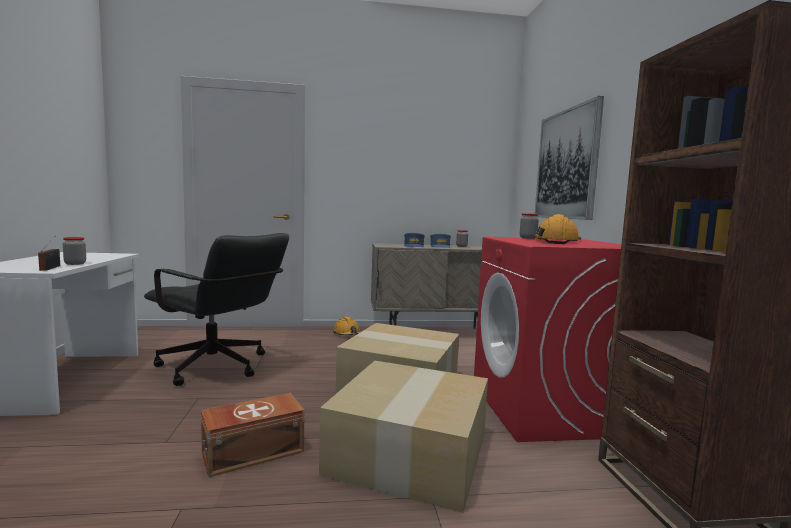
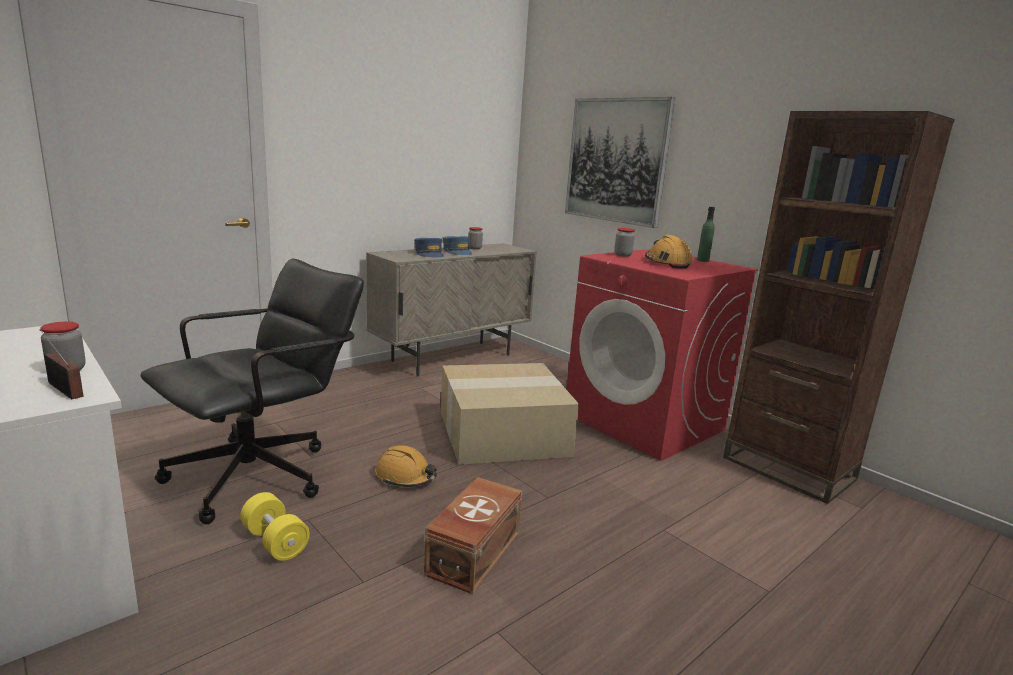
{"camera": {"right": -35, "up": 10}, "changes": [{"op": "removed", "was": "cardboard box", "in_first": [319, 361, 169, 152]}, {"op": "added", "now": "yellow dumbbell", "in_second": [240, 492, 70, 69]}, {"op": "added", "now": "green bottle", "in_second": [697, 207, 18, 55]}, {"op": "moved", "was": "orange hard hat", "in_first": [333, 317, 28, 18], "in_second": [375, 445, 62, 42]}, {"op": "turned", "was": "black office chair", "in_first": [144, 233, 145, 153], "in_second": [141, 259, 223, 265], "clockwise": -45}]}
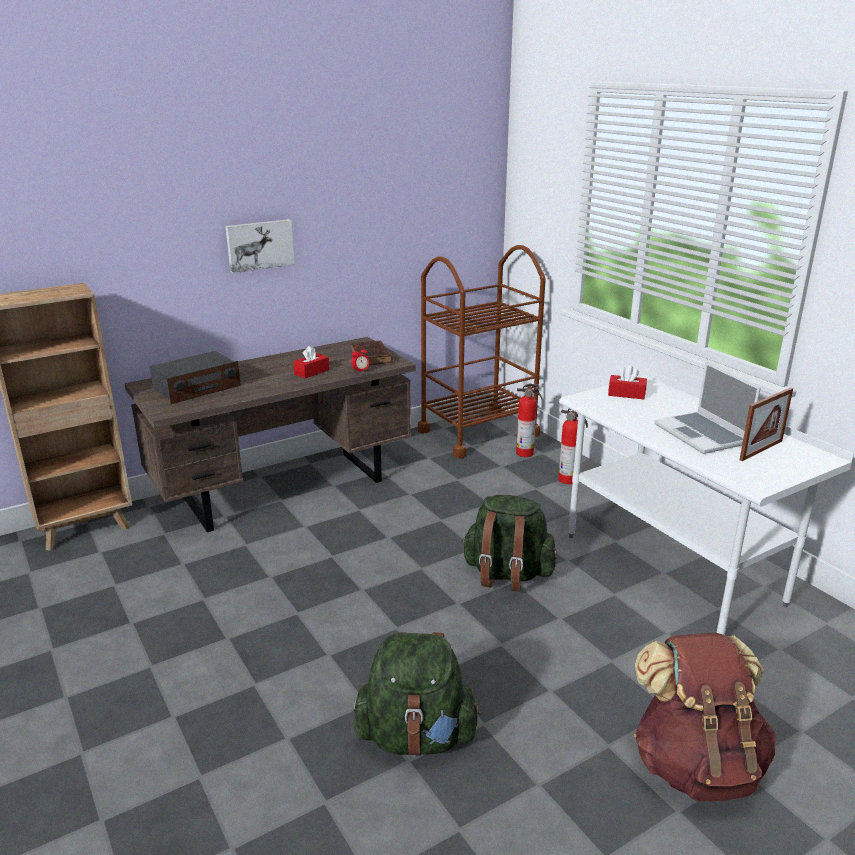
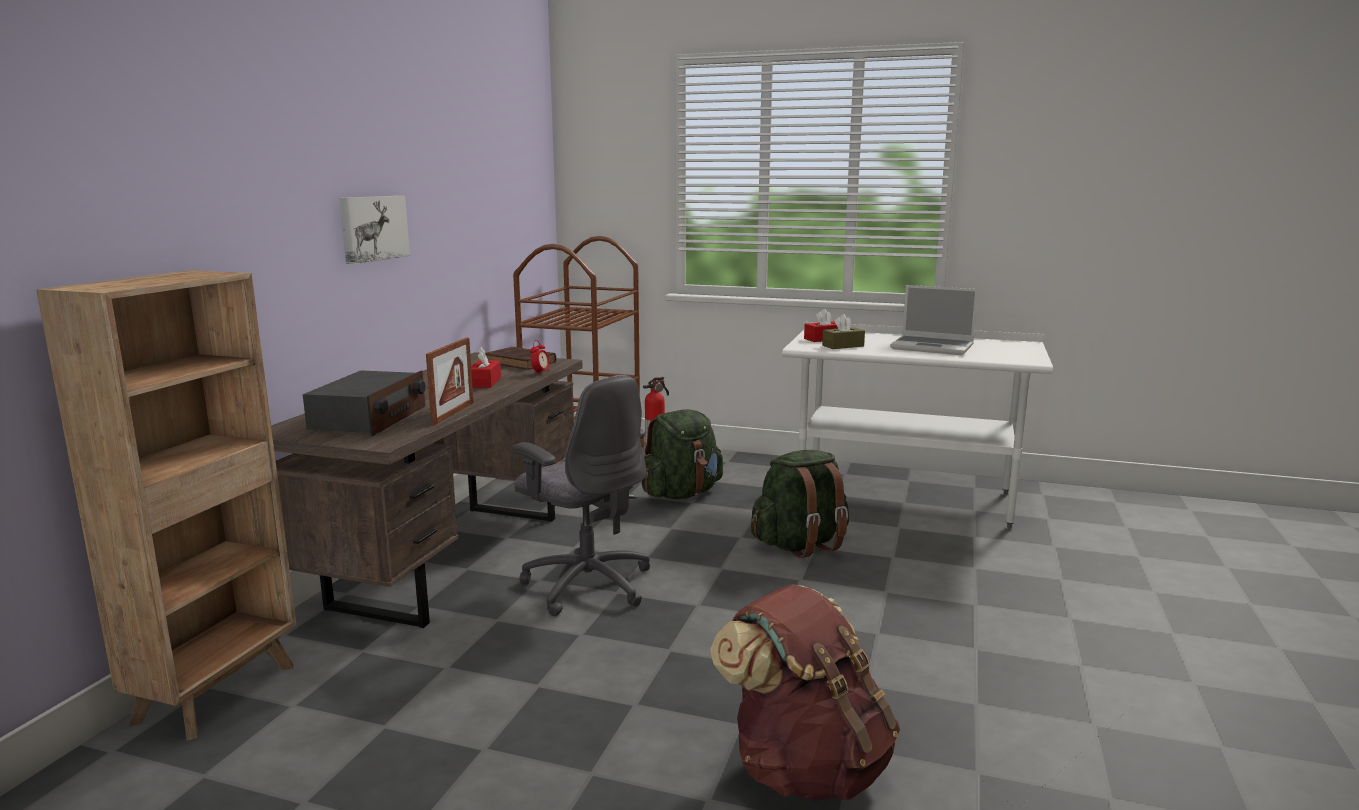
{"camera": {"right": -40, "up": -10}, "changes": [{"op": "removed", "was": "fire extinguisher", "in_first": [558, 409, 30, 75]}, {"op": "added", "now": "grey office chair", "in_second": [512, 375, 138, 241]}, {"op": "added", "now": "brown tissue box", "in_second": [822, 314, 43, 35]}, {"op": "moved", "was": "green backpack", "in_first": [353, 632, 128, 125], "in_second": [642, 409, 81, 90]}, {"op": "moved", "was": "brown backpack", "in_first": [633, 633, 144, 168], "in_second": [710, 584, 190, 217]}, {"op": "moved", "was": "picture frame", "in_first": [740, 387, 53, 74], "in_second": [426, 338, 47, 87]}]}
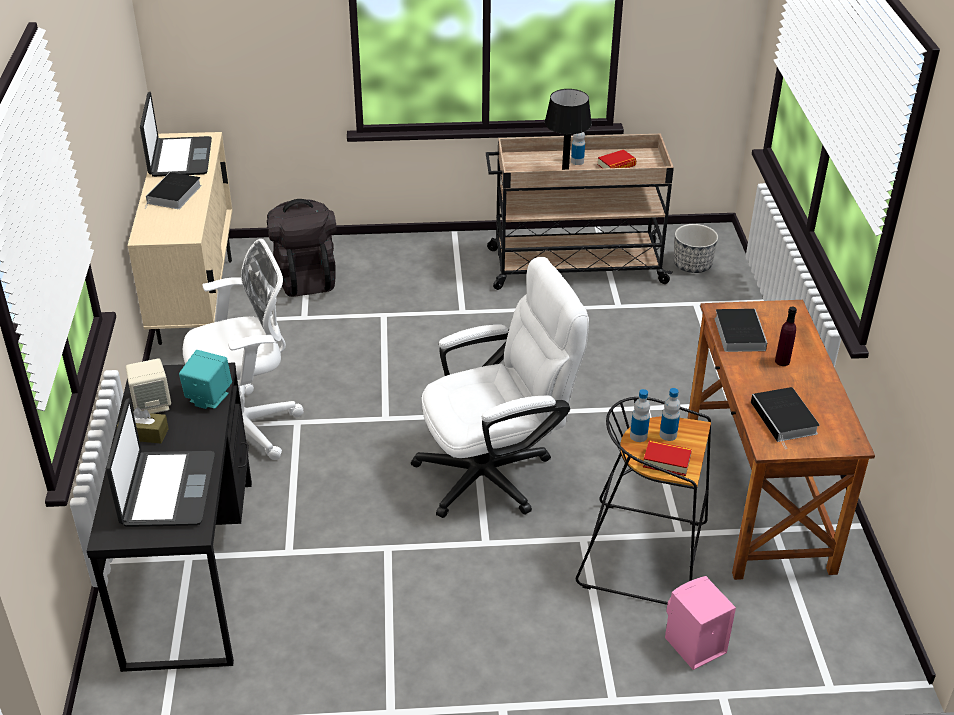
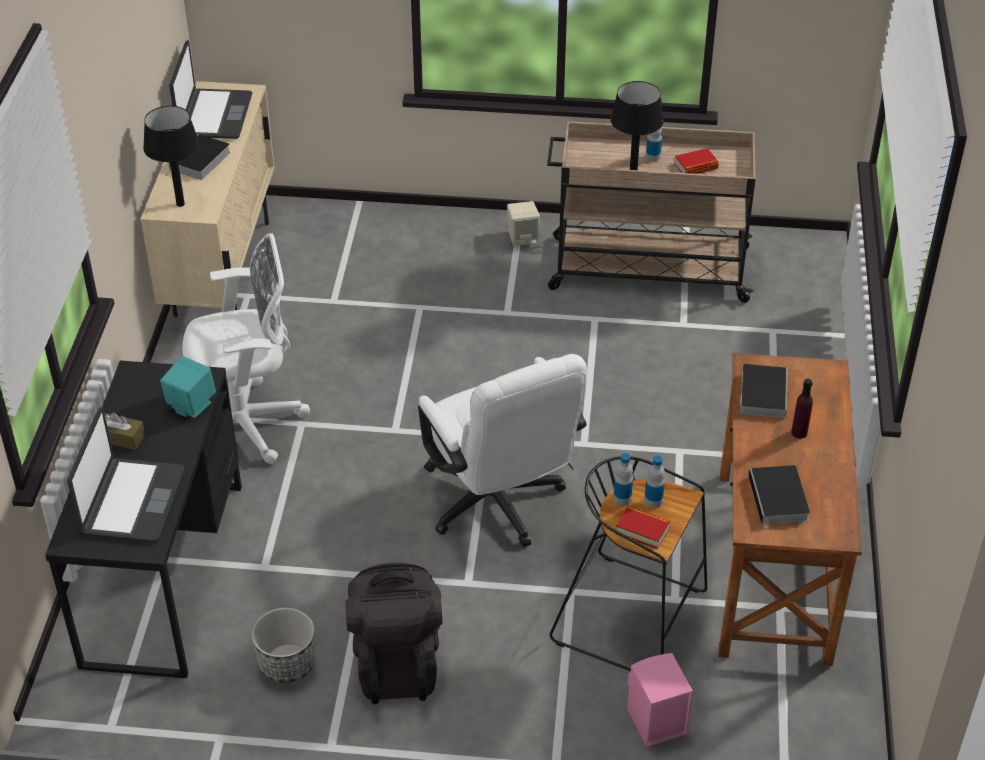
{"camera": {"right": 10, "up": 5}, "changes": [{"op": "added", "now": "black table lamp", "in_second": [143, 106, 56, 101]}, {"op": "moved", "was": "beige speaker", "in_first": [126, 358, 45, 56], "in_second": [507, 201, 33, 45]}, {"op": "moved", "was": "black backpack", "in_first": [267, 199, 70, 98], "in_second": [345, 563, 97, 141]}, {"op": "moved", "was": "planter", "in_first": [674, 224, 44, 49], "in_second": [252, 608, 63, 75]}, {"op": "turned", "was": "white office chair", "in_first": [411, 257, 178, 261], "in_second": [418, 354, 169, 193], "clockwise": 75}]}
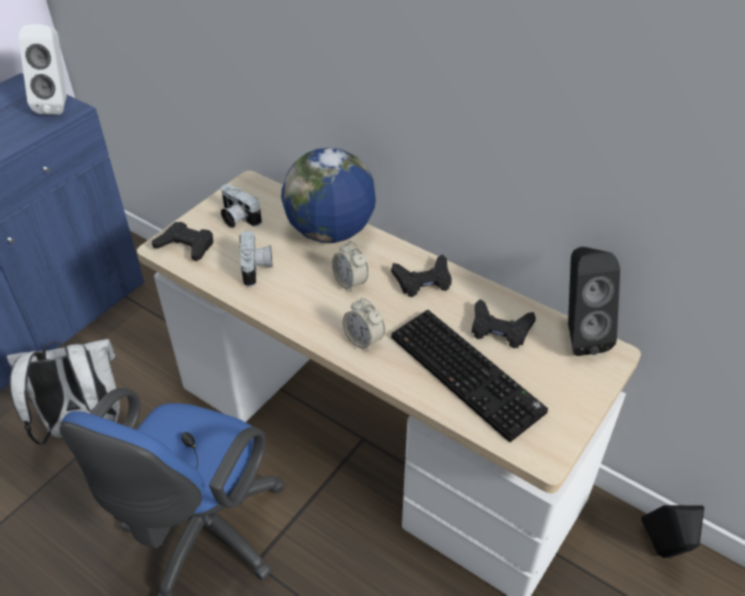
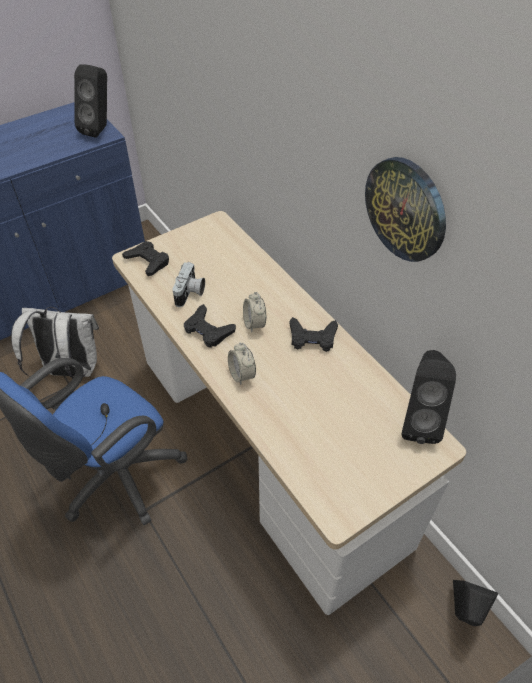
{"camera": {"right": 20, "up": 5}, "changes": [{"op": "removed", "was": "photo camera", "in_first": [221, 184, 41, 44]}, {"op": "removed", "was": "globe", "in_first": [281, 148, 95, 95]}, {"op": "removed", "was": "keyboard", "in_first": [391, 310, 157, 132]}, {"op": "added", "now": "wall clock", "in_second": [365, 157, 81, 105]}, {"op": "moved", "was": "black game controller", "in_first": [472, 299, 64, 49], "in_second": [184, 304, 52, 44]}, {"op": "recoloured", "was": "white speaker", "now": "black speaker", "in_first": [19, 24, 48, 91], "in_second": [74, 64, 33, 74]}]}
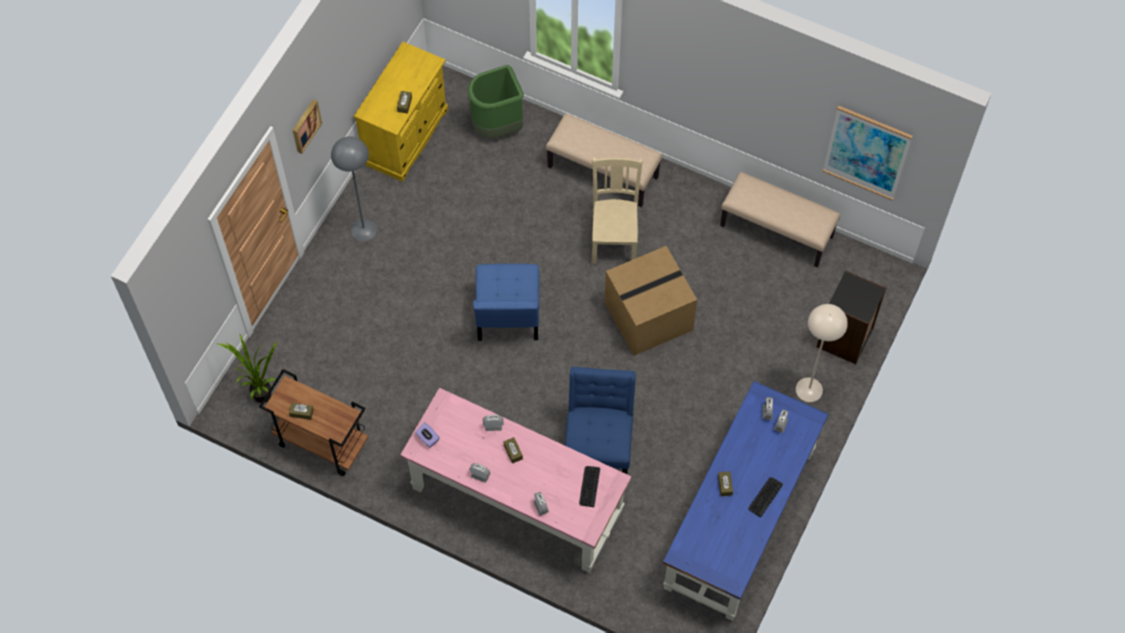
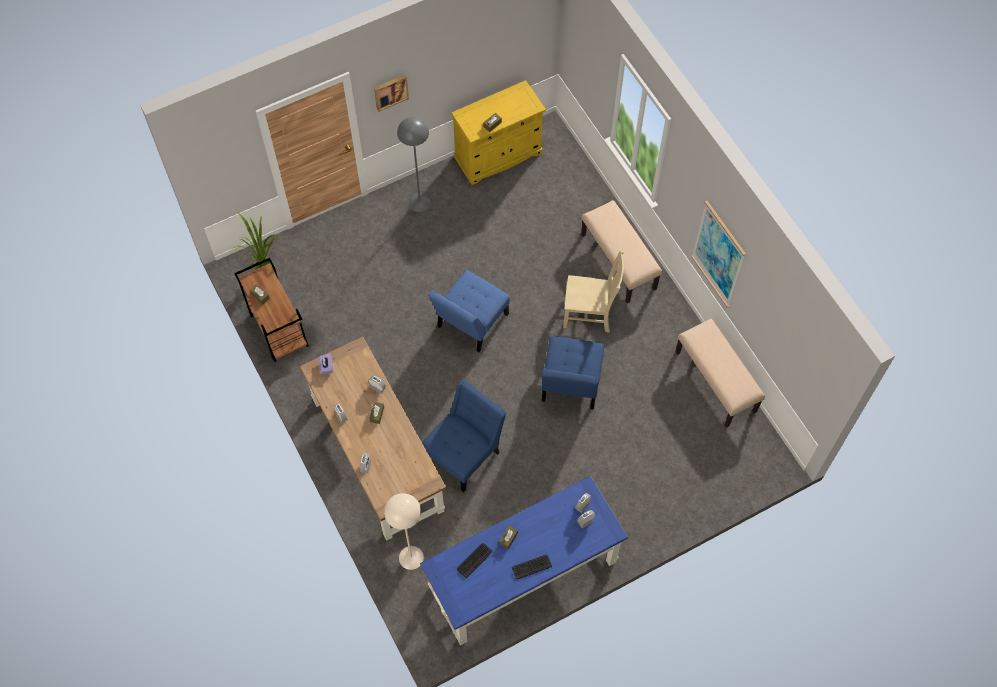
{"camera": {"right": 35, "up": 0}, "changes": [{"op": "removed", "was": "green trash can", "in_first": [468, 65, 56, 74]}, {"op": "removed", "was": "black bookcase", "in_first": [817, 270, 69, 94]}, {"op": "moved", "was": "keyboard", "in_first": [579, 466, 21, 41], "in_second": [457, 543, 35, 35]}, {"op": "moved", "was": "beige floor lamp", "in_first": [796, 304, 52, 98], "in_second": [384, 493, 40, 77]}, {"op": "moved", "was": "picture", "in_first": [822, 106, 91, 95], "in_second": [691, 201, 55, 106]}, {"op": "replaced", "was": "cardboard box", "now": "blue chair", "in_first": [604, 246, 93, 110], "in_second": [542, 336, 62, 73]}, {"op": "recoloured", "was": "pink desk", "now": "brown desk", "in_first": [400, 388, 232, 185], "in_second": [300, 337, 147, 204]}, {"op": "turned", "was": "beige chair", "in_first": [591, 157, 52, 106], "in_second": [563, 250, 61, 83], "clockwise": 60}]}
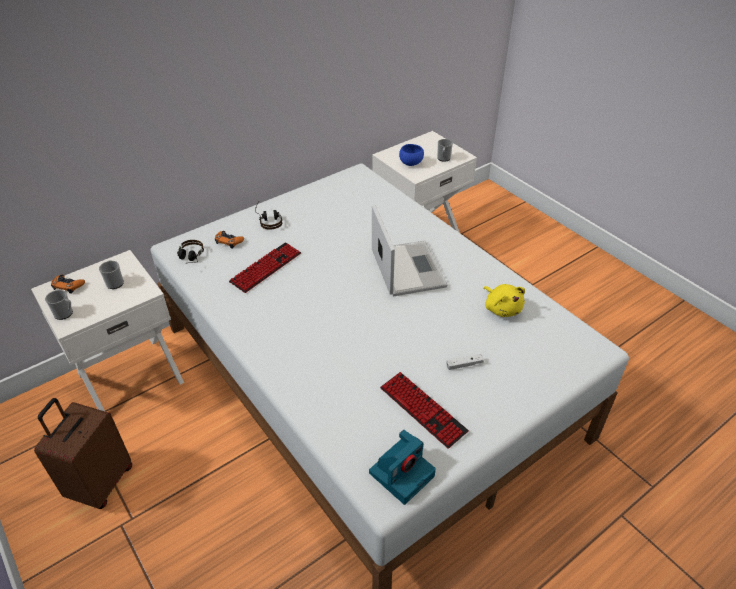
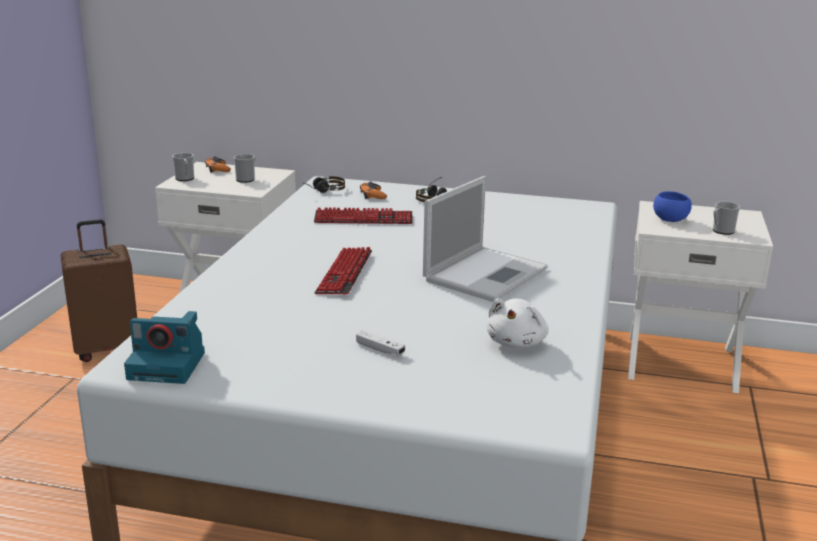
{"camera": {"right": 50, "up": -20}, "changes": [{"op": "moved", "was": "keyboard", "in_first": [380, 372, 89, 77], "in_second": [315, 247, 57, 47]}, {"op": "recoloured", "was": "yellow plush toy", "now": "white plush toy", "in_first": [484, 284, 41, 33], "in_second": [487, 298, 62, 50]}]}
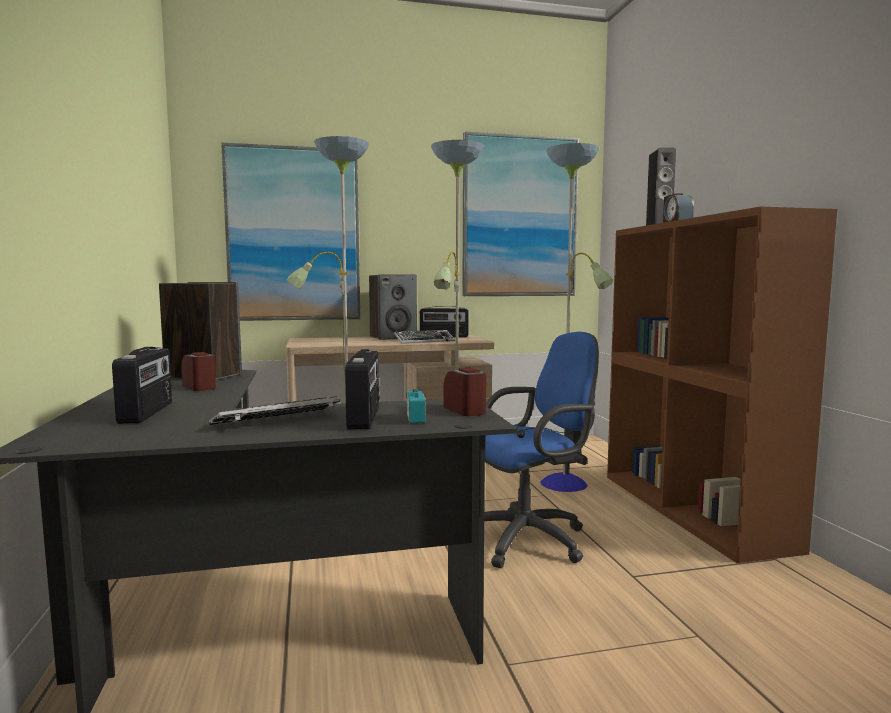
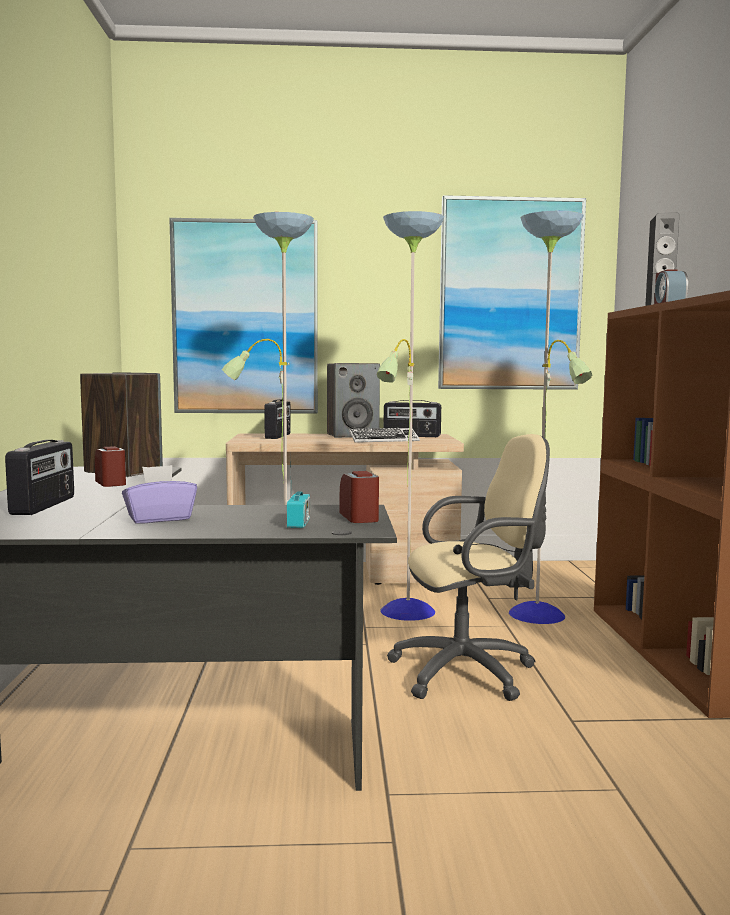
{"camera": {"right": 10, "up": 0}, "changes": [{"op": "moved", "was": "radio", "in_first": [345, 349, 35, 81], "in_second": [264, 399, 27, 40]}, {"op": "replaced", "was": "keyboard", "now": "purple tissue box", "in_first": [209, 396, 131, 29], "in_second": [122, 465, 75, 59]}, {"op": "recoloured", "was": "blue office chair", "now": "beige office chair", "in_first": [484, 332, 115, 236], "in_second": [387, 434, 163, 267]}]}
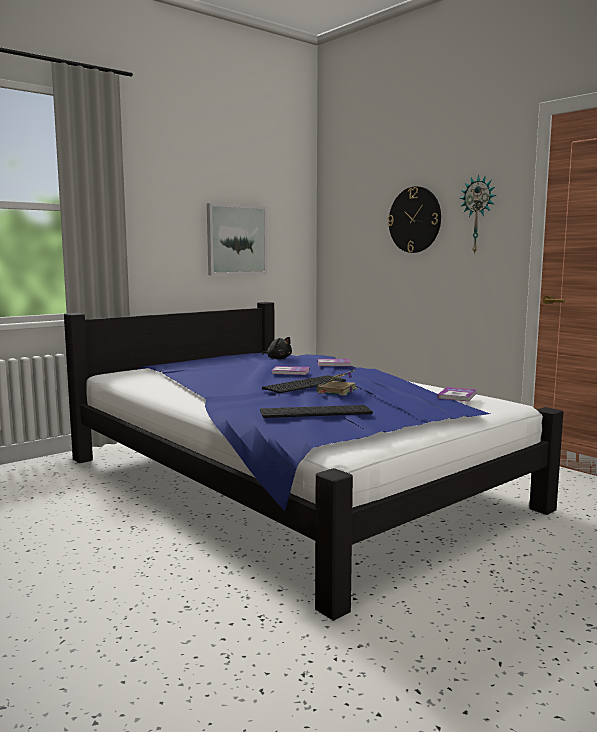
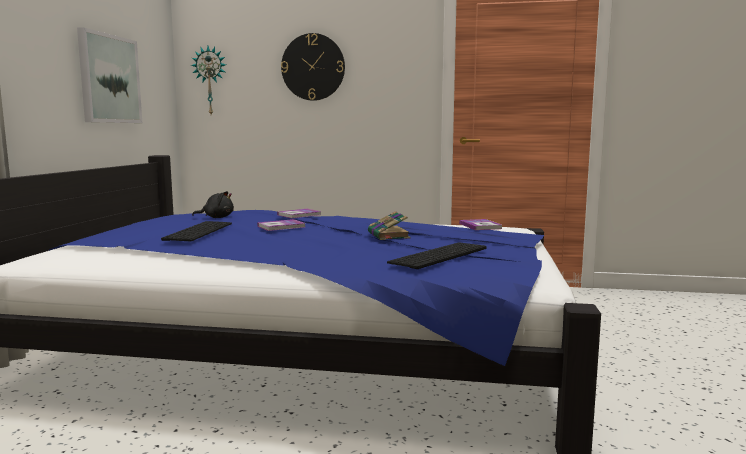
{"camera": {"right": -40, "up": 0}, "changes": [{"op": "moved", "was": "keyboard", "in_first": [262, 375, 84, 18], "in_second": [161, 221, 71, 21]}, {"op": "moved", "was": "wall clock", "in_first": [459, 174, 37, 80], "in_second": [191, 46, 35, 68]}]}
